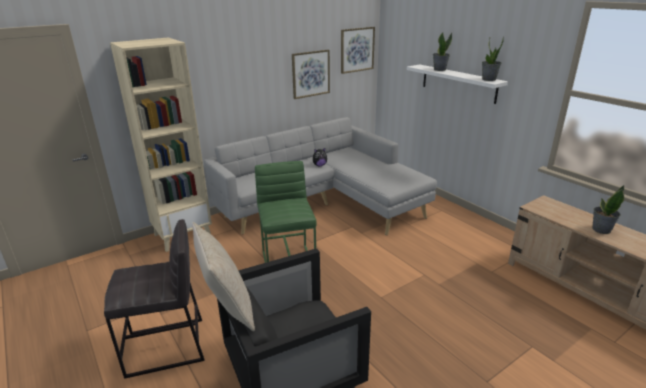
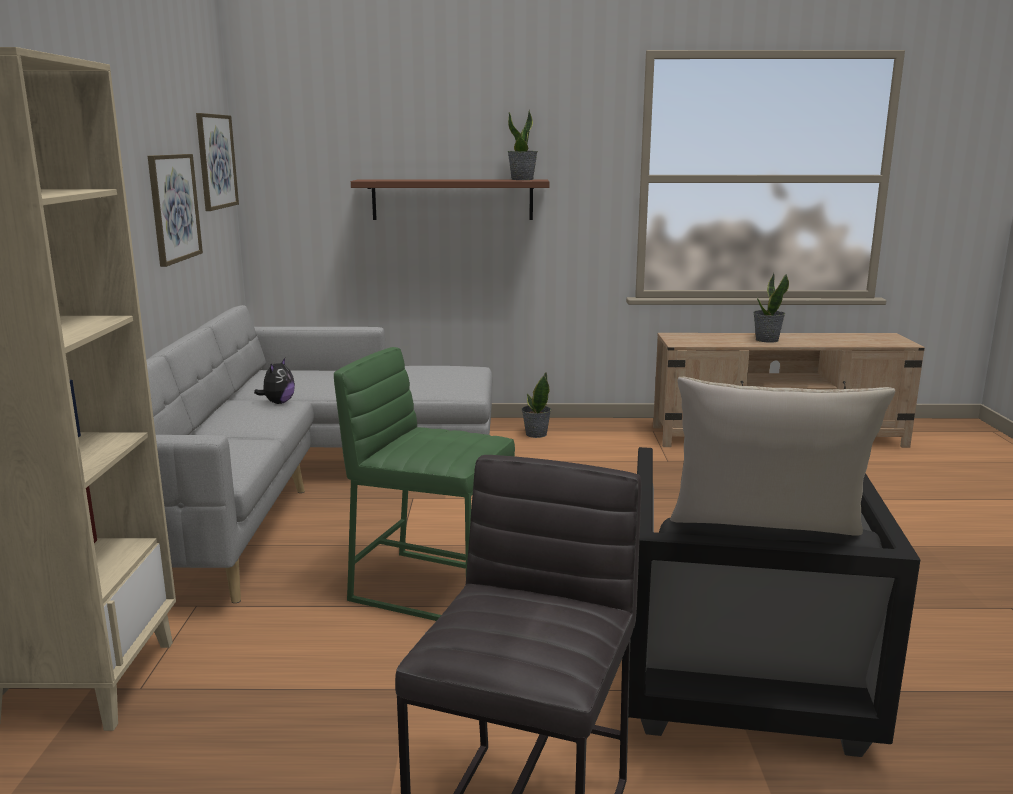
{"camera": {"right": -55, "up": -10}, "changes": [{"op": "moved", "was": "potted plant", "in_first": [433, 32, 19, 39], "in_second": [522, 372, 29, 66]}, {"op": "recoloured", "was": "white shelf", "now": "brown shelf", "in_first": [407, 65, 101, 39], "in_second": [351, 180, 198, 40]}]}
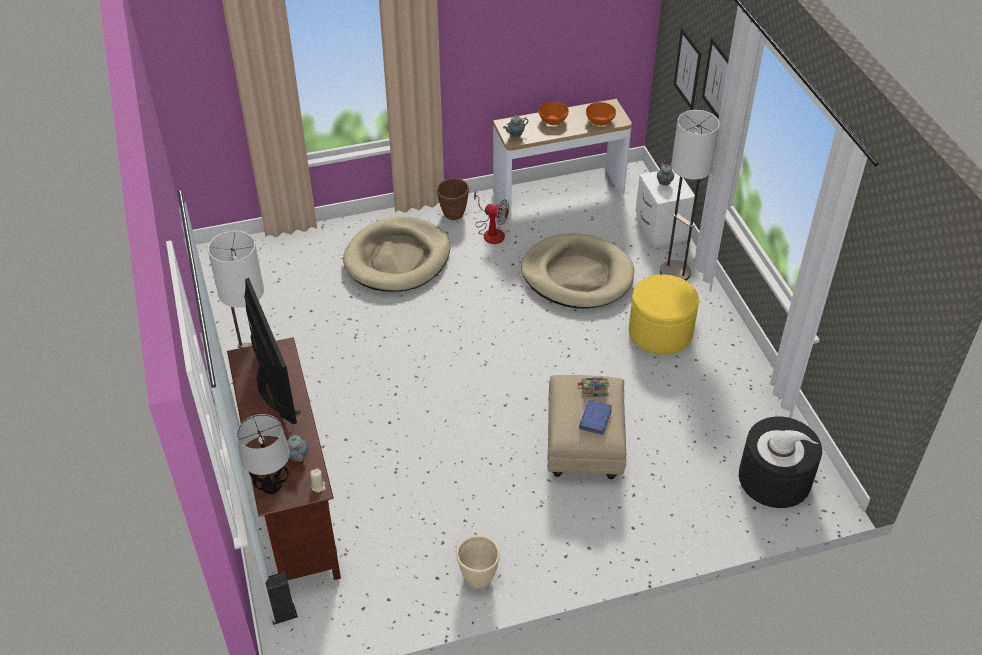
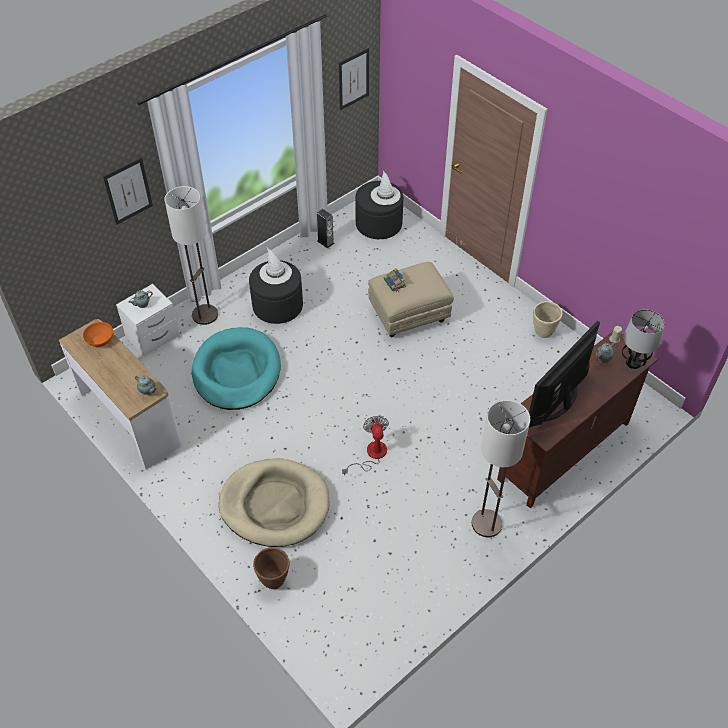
{"camera": {"right": -115, "up": 5}, "changes": [{"op": "removed", "was": "orange bowl", "in_first": [538, 102, 31, 23]}, {"op": "removed", "was": "blue book", "in_first": [579, 400, 33, 35]}, {"op": "added", "now": "white hat", "in_second": [260, 248, 32, 36]}, {"op": "moved", "was": "speaker", "in_first": [265, 571, 33, 54], "in_second": [317, 209, 18, 39]}, {"op": "moved", "was": "brown planter", "in_first": [437, 178, 32, 42], "in_second": [253, 547, 37, 42]}, {"op": "moved", "was": "fan", "in_first": [474, 190, 35, 54], "in_second": [342, 416, 47, 59]}, {"op": "moved", "was": "picture", "in_first": [674, 28, 28, 82], "in_second": [339, 48, 30, 62]}, {"op": "recoloured", "was": "beige dog bed", "now": "turquoise dog bed", "in_first": [521, 233, 113, 76], "in_second": [192, 327, 89, 83]}, {"op": "recoloured", "was": "yellow ottoman", "now": "black ottoman", "in_first": [629, 274, 70, 81], "in_second": [249, 260, 54, 64]}]}
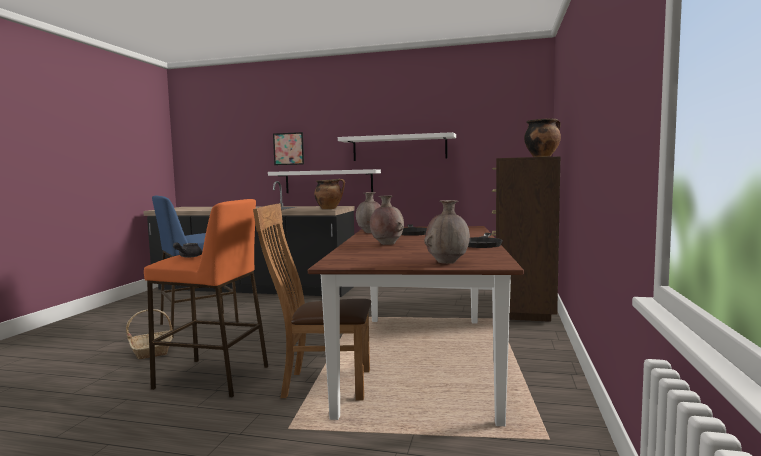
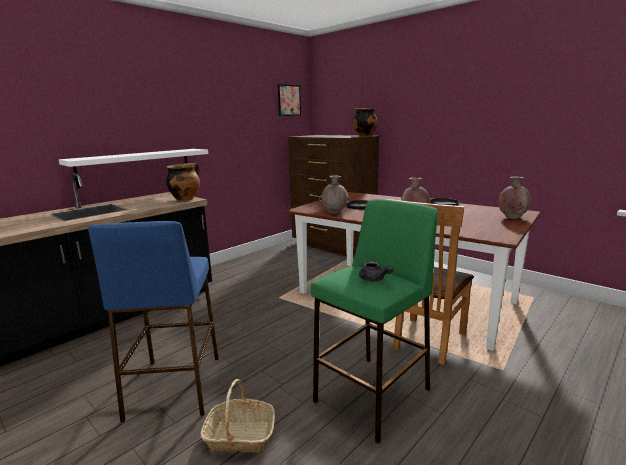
{"camera": {"right": -60, "up": 10}, "changes": [{"op": "removed", "was": "white shelf", "in_first": [338, 132, 118, 29]}, {"op": "moved", "was": "picture", "in_first": [273, 132, 31, 33], "in_second": [278, 84, 23, 32]}, {"op": "recoloured", "was": "orange stool", "now": "green stool", "in_first": [144, 199, 124, 198], "in_second": [311, 199, 127, 245]}]}
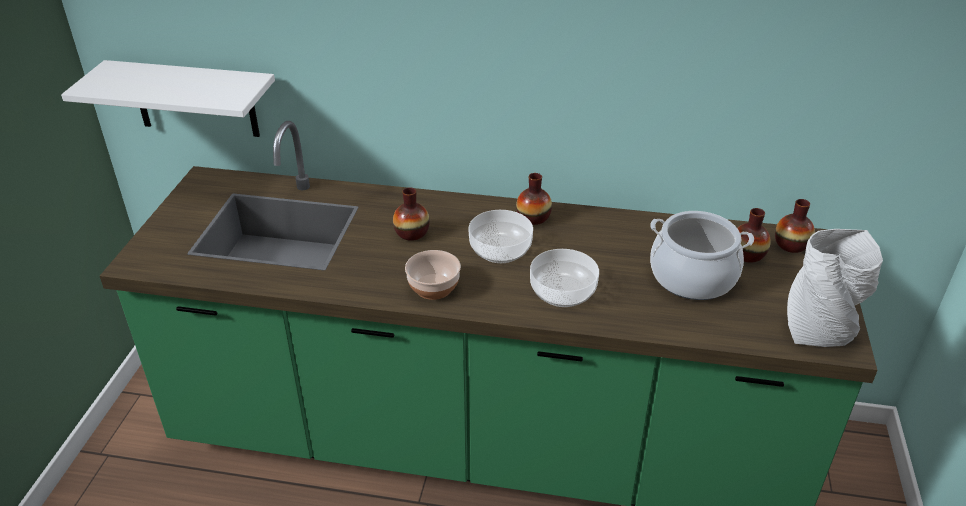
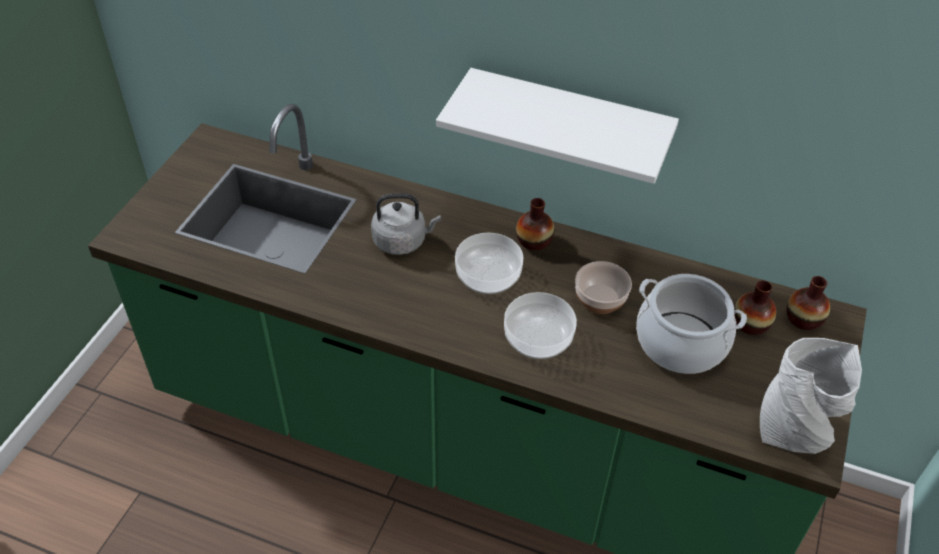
{"camera": {"right": 10, "up": 10}, "changes": [{"op": "moved", "was": "white shelf", "in_first": [61, 60, 214, 77], "in_second": [436, 68, 243, 116]}, {"op": "moved", "was": "bowl", "in_first": [405, 250, 56, 50], "in_second": [575, 261, 57, 53]}, {"op": "replaced", "was": "vase", "now": "grey kettle", "in_first": [393, 187, 37, 54], "in_second": [371, 193, 70, 62]}]}
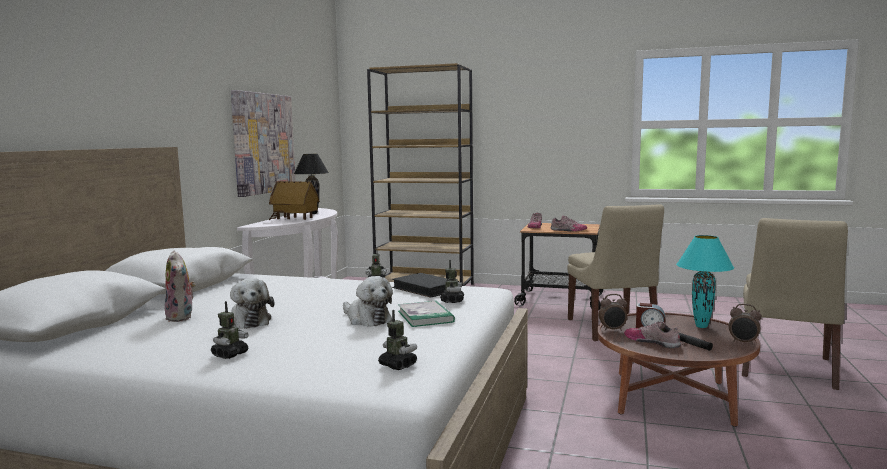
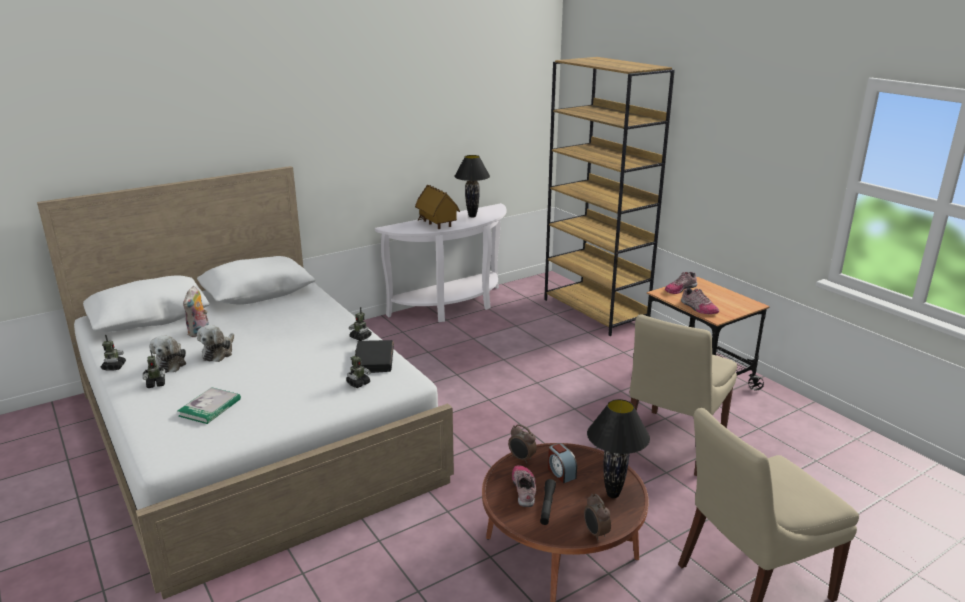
{"camera": {"right": 40, "up": 15}, "changes": [{"op": "removed", "was": "picture", "in_first": [231, 90, 65, 107]}, {"op": "moved", "was": "plush toy", "in_first": [343, 276, 50, 51], "in_second": [149, 335, 37, 38]}, {"op": "moved", "was": "toy robot", "in_first": [378, 310, 39, 60], "in_second": [101, 335, 25, 36]}, {"op": "moved", "was": "book", "in_first": [398, 301, 57, 26], "in_second": [178, 387, 63, 37]}, {"op": "recoloured", "was": "turquoise table lamp", "now": "black table lamp", "in_first": [676, 235, 58, 93], "in_second": [587, 399, 63, 99]}]}
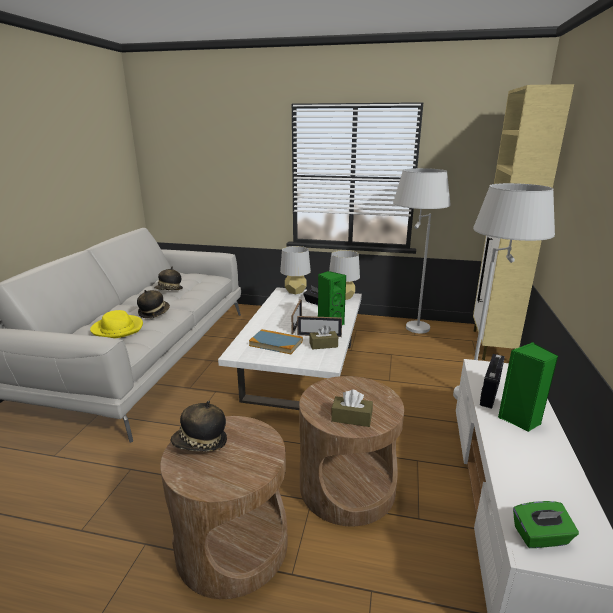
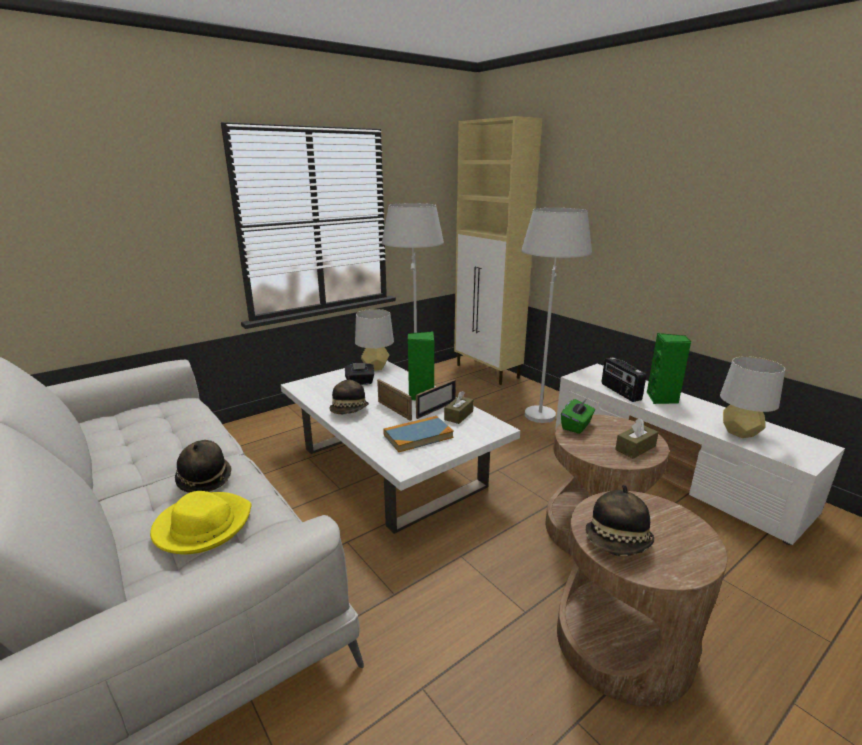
{"camera": {"right": -50, "up": 0}, "changes": [{"op": "moved", "was": "hat", "in_first": [154, 267, 29, 23], "in_second": [330, 376, 39, 38]}, {"op": "moved", "was": "grey table lamp", "in_first": [280, 246, 31, 48], "in_second": [720, 356, 65, 82]}, {"op": "moved", "was": "green tissue box", "in_first": [513, 501, 66, 47], "in_second": [561, 399, 34, 35]}]}
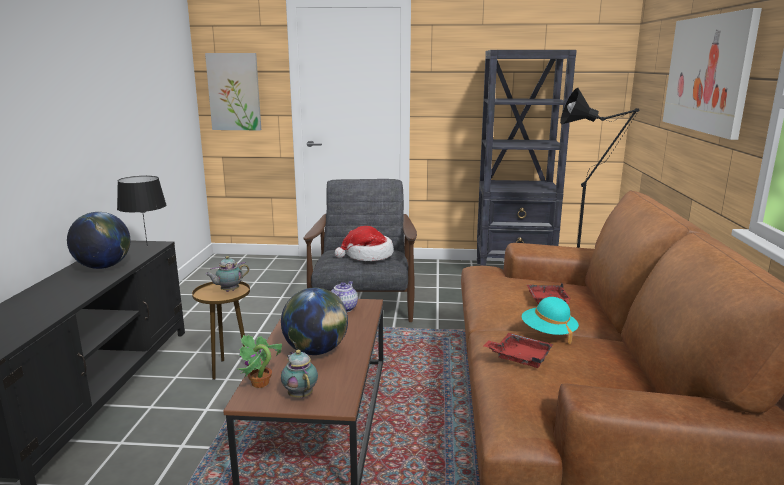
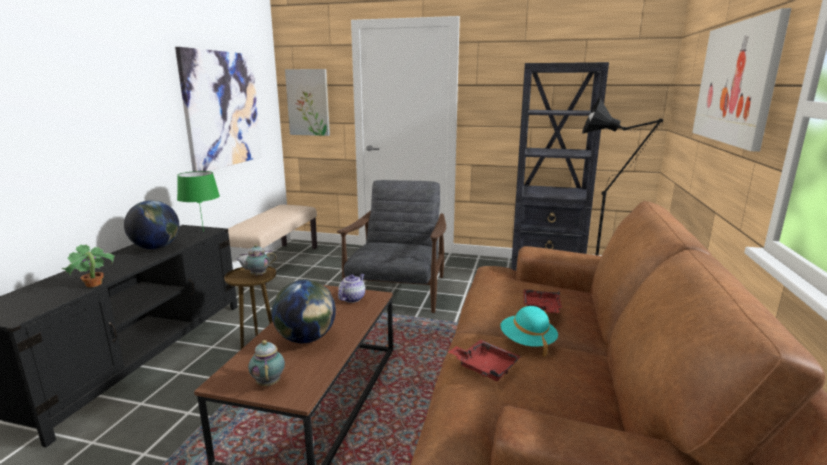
{"camera": {"right": 10, "up": 0}, "changes": [{"op": "removed", "was": "hat", "in_first": [335, 226, 58, 35]}, {"op": "added", "now": "picture", "in_second": [175, 47, 87, 124]}, {"op": "added", "now": "beige bench", "in_second": [228, 205, 89, 81]}, {"op": "moved", "was": "potted plant", "in_first": [238, 334, 44, 54], "in_second": [61, 244, 54, 43]}, {"op": "recoloured", "was": "black table lamp", "now": "green table lamp", "in_first": [117, 176, 50, 70], "in_second": [177, 171, 43, 61]}]}
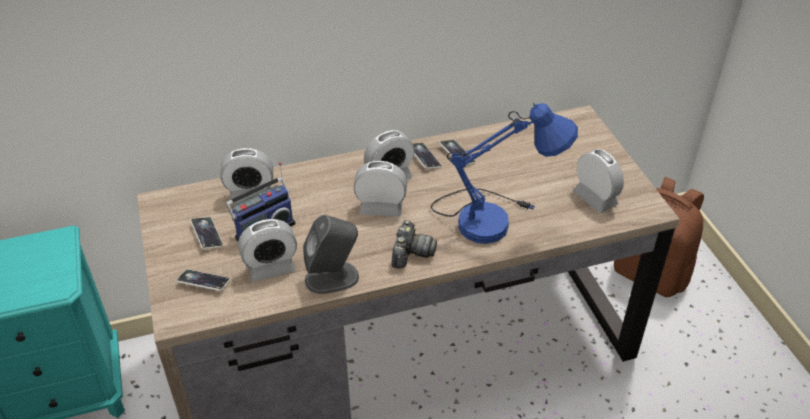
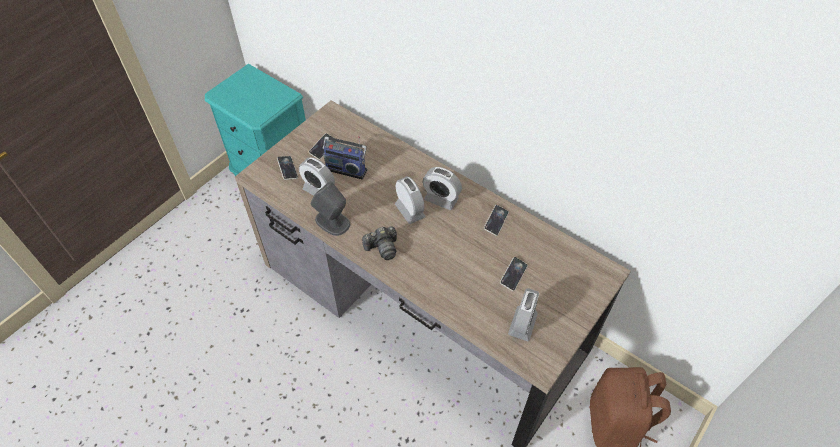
{"camera": {"right": 55, "up": 10}, "changes": [{"op": "removed", "was": "alarm clock", "in_first": [220, 148, 53, 56]}, {"op": "removed", "was": "blue table lamp", "in_first": [430, 103, 148, 141]}, {"op": "moved", "was": "phone", "in_first": [413, 143, 29, 26], "in_second": [500, 257, 28, 34]}]}
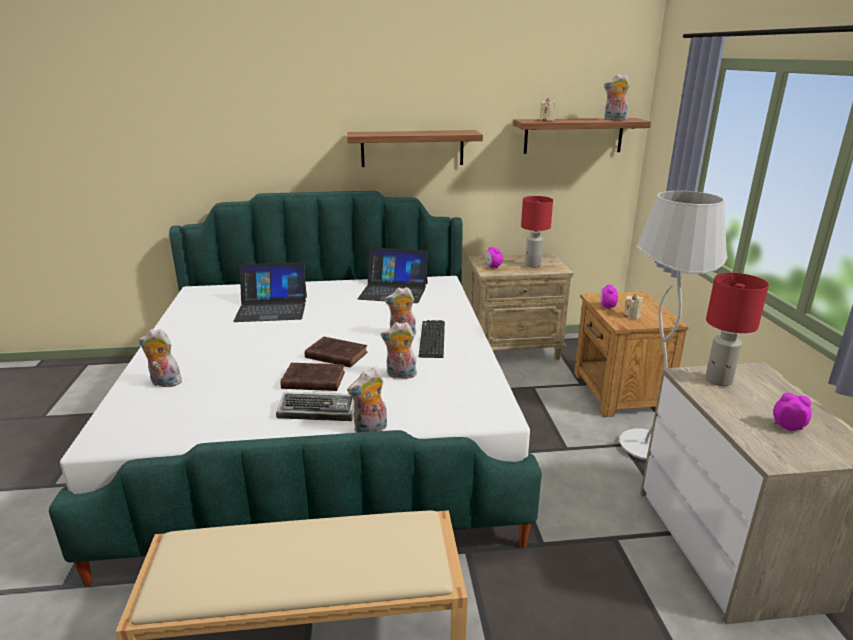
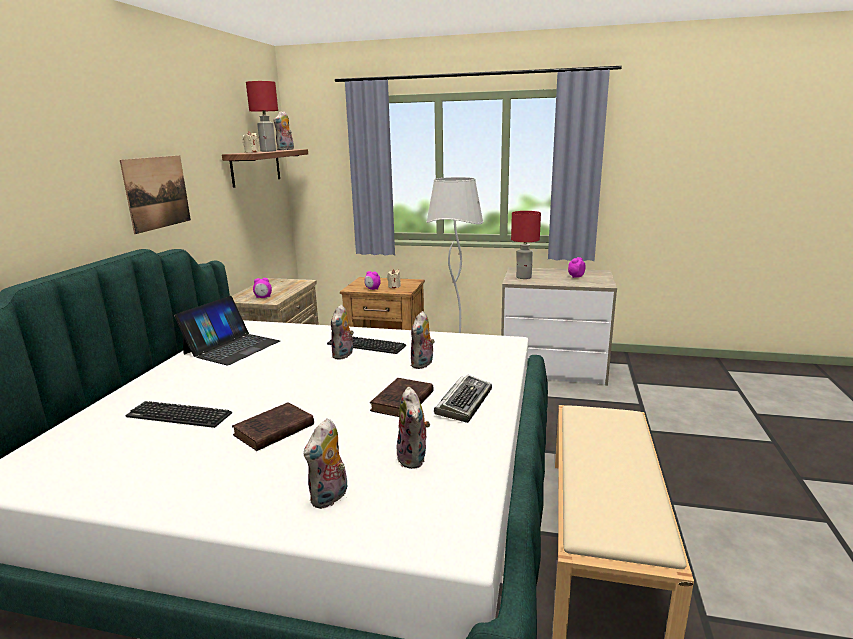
{"camera": {"right": -70, "up": -5}, "changes": [{"op": "moved", "was": "brown book", "in_first": [305, 337, 63, 31], "in_second": [232, 402, 82, 49]}, {"op": "moved", "was": "plush toy", "in_first": [347, 368, 40, 65], "in_second": [396, 387, 34, 82]}, {"op": "moved", "was": "red table lamp", "in_first": [521, 196, 32, 72], "in_second": [246, 81, 32, 71]}, {"op": "replaced", "was": "laptop", "now": "keyboard", "in_first": [233, 262, 74, 60], "in_second": [126, 401, 106, 27]}, {"op": "replaced", "was": "shelf", "now": "picture", "in_first": [347, 130, 136, 37], "in_second": [120, 155, 71, 79]}]}
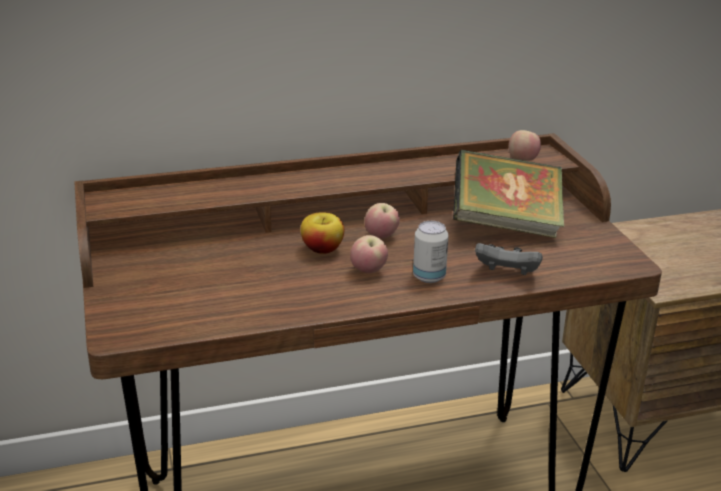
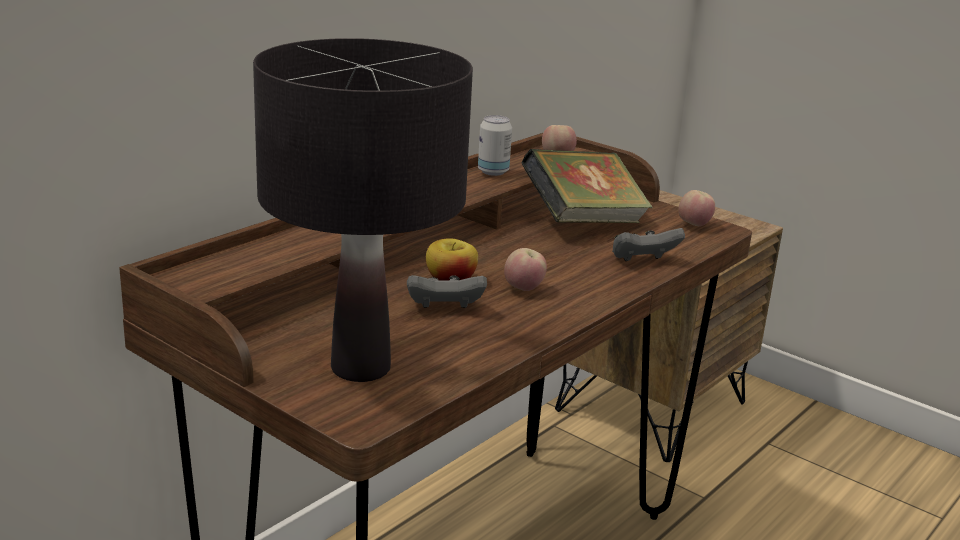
{"camera": {"right": -35, "up": -5}, "changes": [{"op": "added", "now": "black table lamp", "in_second": [253, 38, 220, 344]}, {"op": "added", "now": "grey game controller", "in_second": [407, 275, 80, 33]}, {"op": "moved", "was": "apple", "in_first": [365, 203, 35, 36], "in_second": [678, 190, 37, 36]}, {"op": "moved", "was": "can", "in_first": [413, 221, 36, 62], "in_second": [478, 115, 34, 61]}]}
